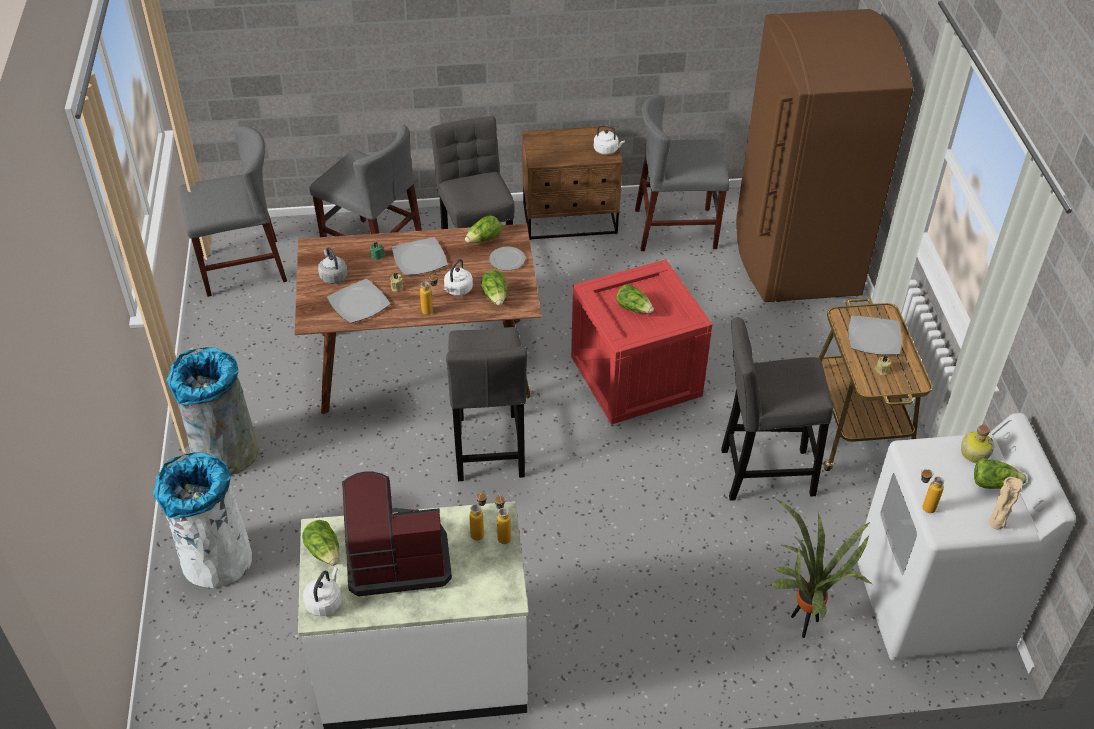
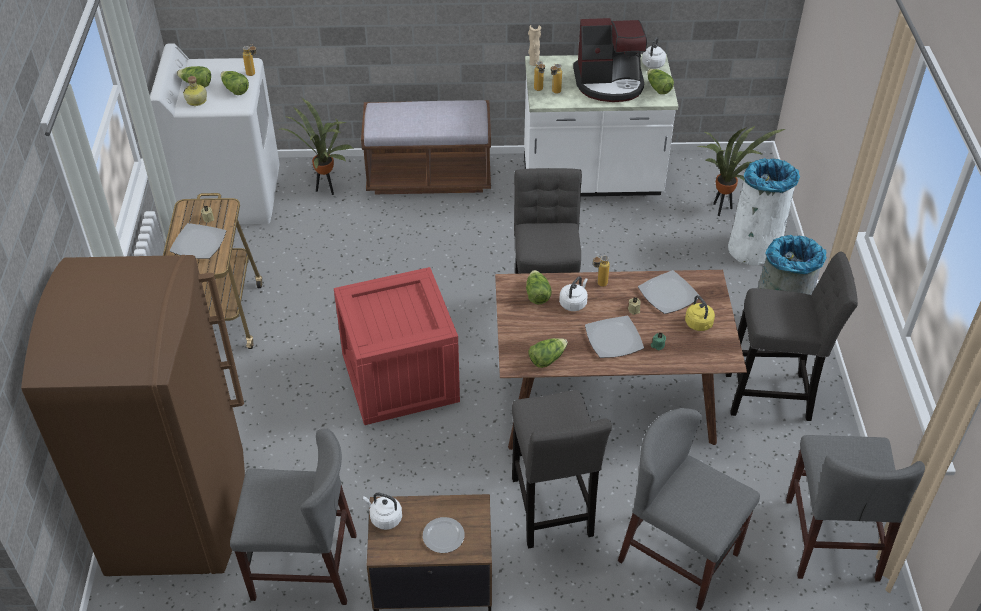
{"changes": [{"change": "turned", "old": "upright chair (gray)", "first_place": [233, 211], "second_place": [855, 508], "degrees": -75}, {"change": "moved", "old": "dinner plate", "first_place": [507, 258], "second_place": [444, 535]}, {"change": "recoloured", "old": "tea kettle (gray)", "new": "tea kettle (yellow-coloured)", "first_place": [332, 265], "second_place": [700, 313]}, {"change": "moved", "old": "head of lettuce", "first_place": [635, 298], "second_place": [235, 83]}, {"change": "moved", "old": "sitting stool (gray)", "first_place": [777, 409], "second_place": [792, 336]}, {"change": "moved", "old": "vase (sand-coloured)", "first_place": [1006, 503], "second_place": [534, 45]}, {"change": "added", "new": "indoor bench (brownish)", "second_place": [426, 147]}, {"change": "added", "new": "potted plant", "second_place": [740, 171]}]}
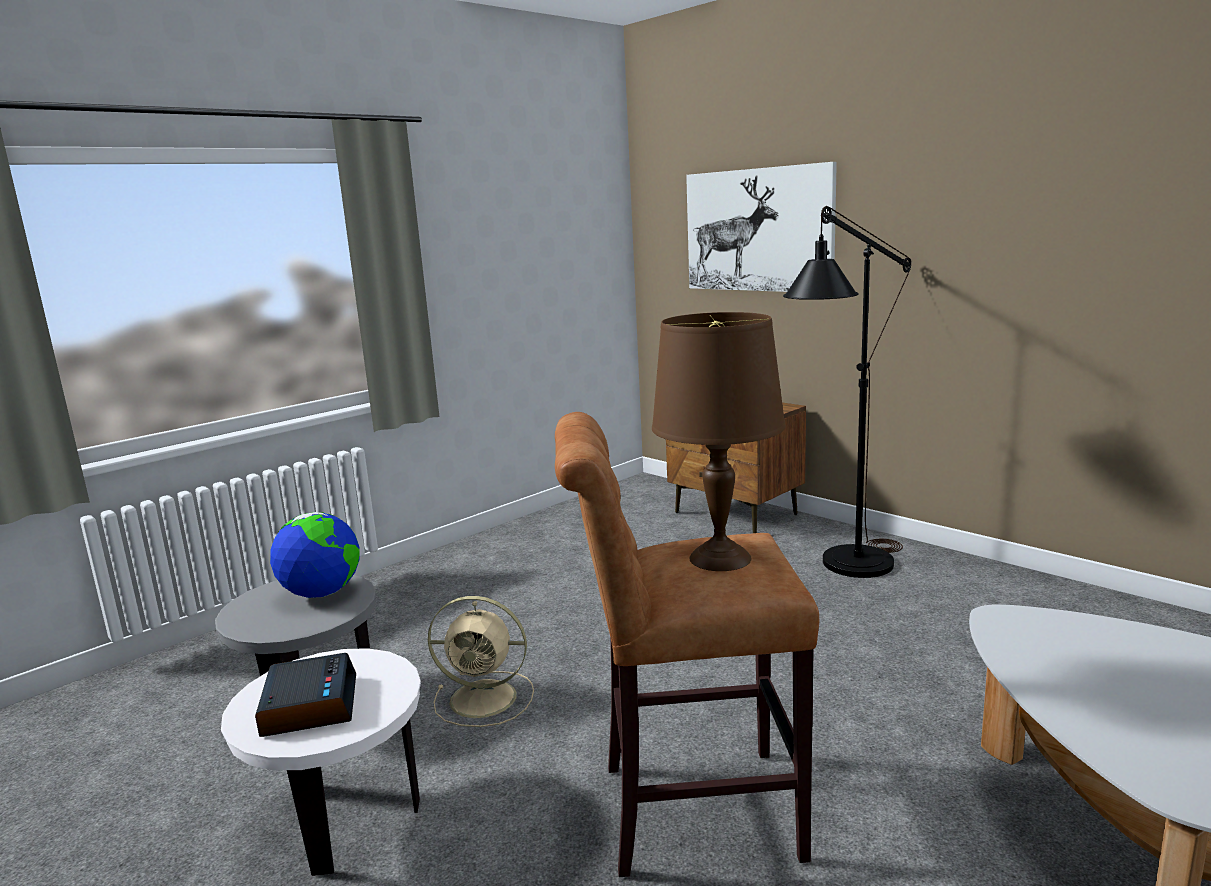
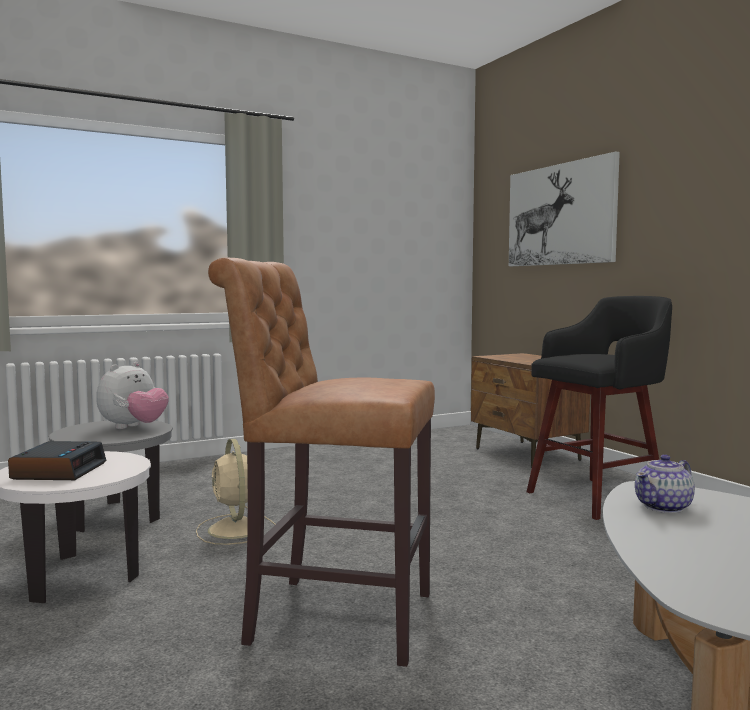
{"changes": [{"change": "replaced", "old": "floor lamp (blackish)", "new": "sitting stool (blackish)", "first_place": [847, 392], "second_place": [599, 408]}, {"change": "removed", "old": "lamp for a table (brownish)", "first_place": [719, 441]}, {"change": "replaced", "old": "desk globe", "new": "cuddly toy", "first_place": [315, 555], "second_place": [132, 395]}, {"change": "turned", "old": "fan (sand-coloured)", "first_place": [481, 661], "second_place": [236, 492], "degrees": 45}, {"change": "added", "new": "pot for tea", "second_place": [665, 483]}]}
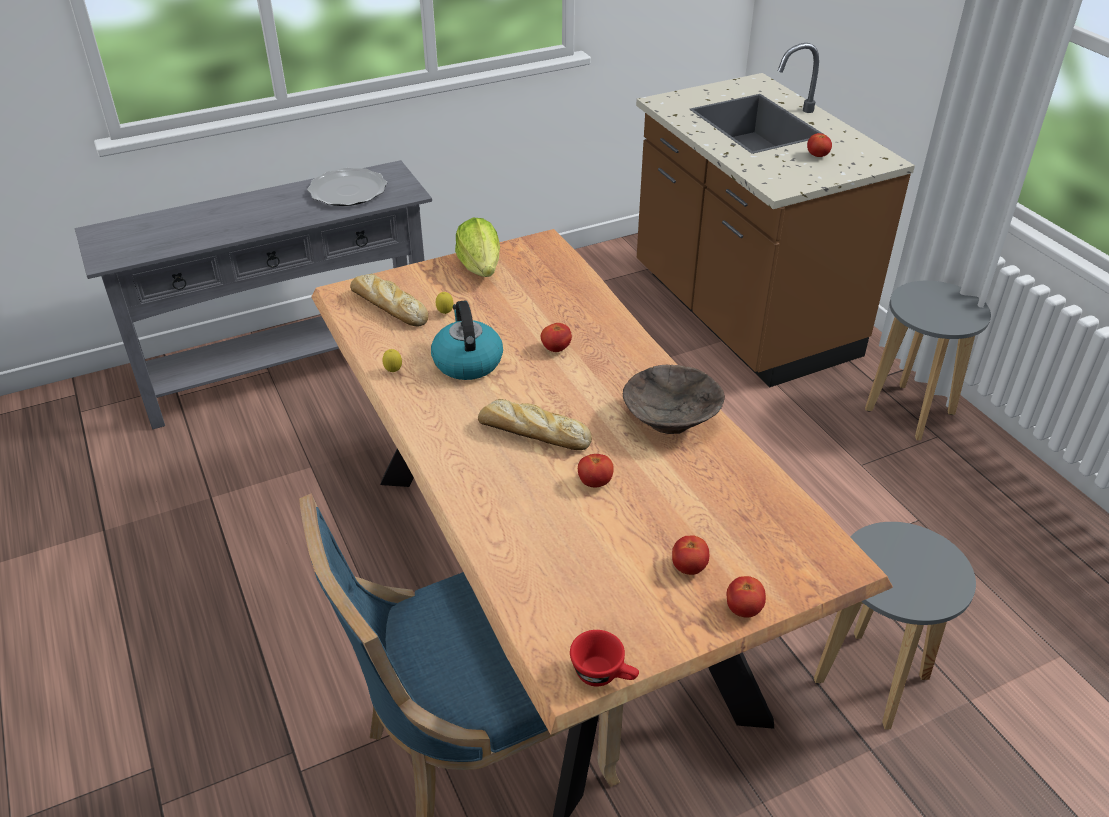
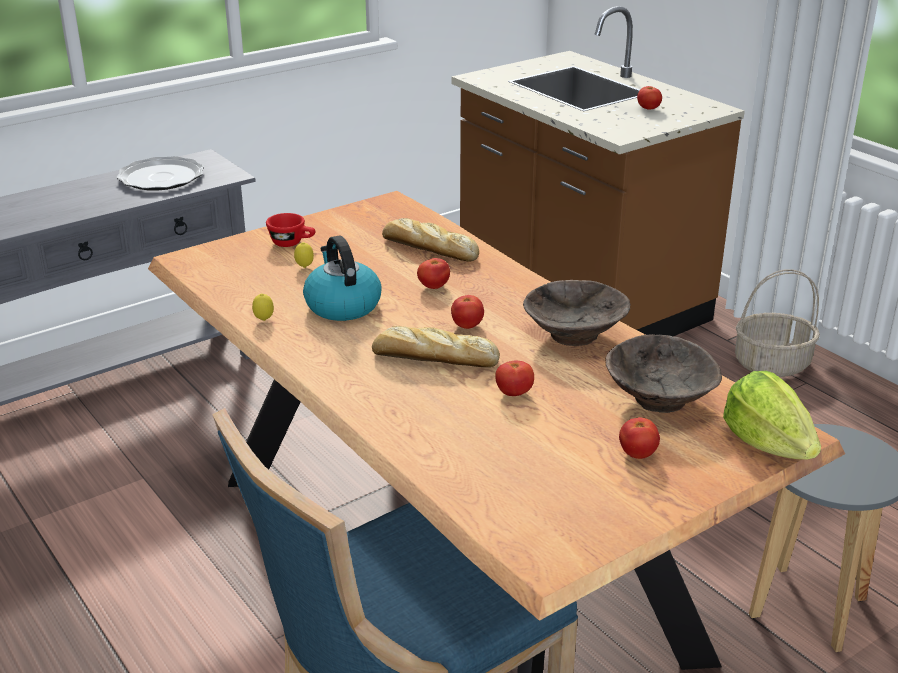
{"changes": [{"change": "moved", "old": "head of lettuce", "first_place": [477, 247], "second_place": [772, 415]}, {"change": "moved", "old": "baked bread", "first_place": [389, 300], "second_place": [430, 240]}, {"change": "replaced", "old": "sitting stool (gray)", "new": "storage basket", "first_place": [928, 360], "second_place": [777, 323]}, {"change": "moved", "old": "whole tomato", "first_place": [746, 596], "second_place": [467, 312]}, {"change": "moved", "old": "drinking cup (red-coloured)", "first_place": [604, 658], "second_place": [291, 230]}, {"change": "added", "new": "deep dish (brownish)", "second_place": [663, 373]}]}
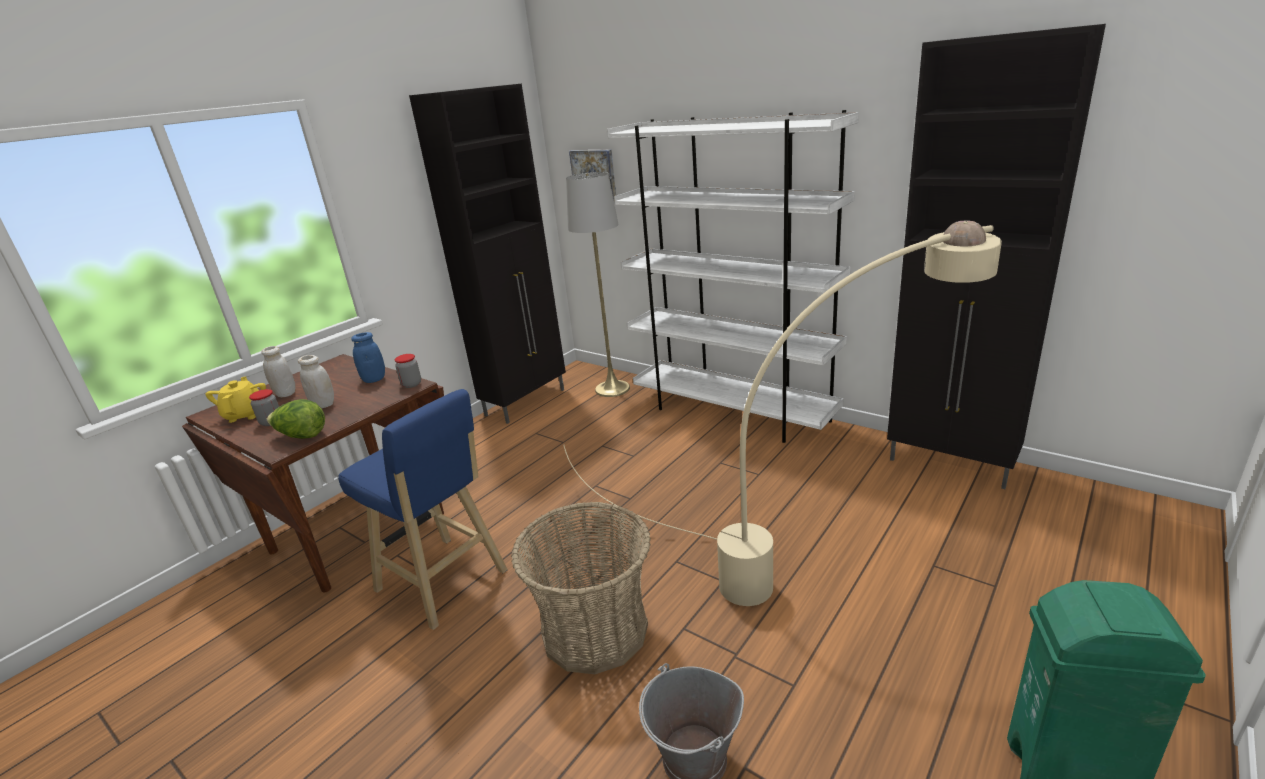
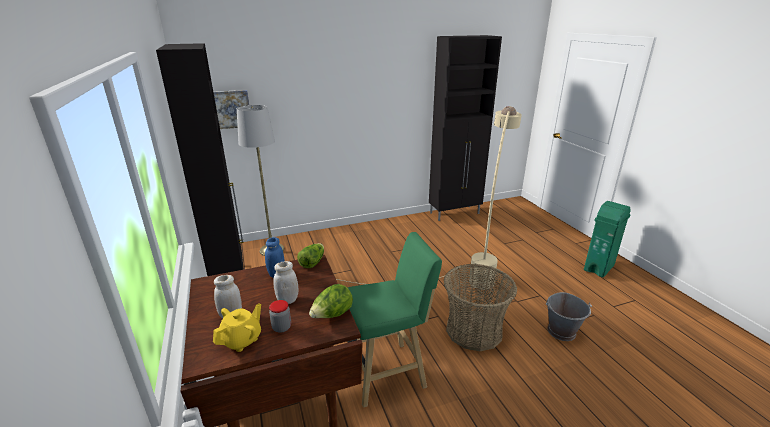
{"changes": [{"change": "removed", "old": "shelving unit (white-coloured)", "first_place": [733, 276]}, {"change": "replaced", "old": "storage jar", "new": "head of lettuce", "first_place": [408, 371], "second_place": [310, 255]}, {"change": "turned", "old": "pot for tea (yellow-coloured)", "first_place": [236, 399], "second_place": [237, 327], "degrees": 105}, {"change": "recoloured", "old": "sitting stool (blue-coloured)", "new": "sitting stool (green)", "first_place": [423, 509], "second_place": [394, 320]}]}
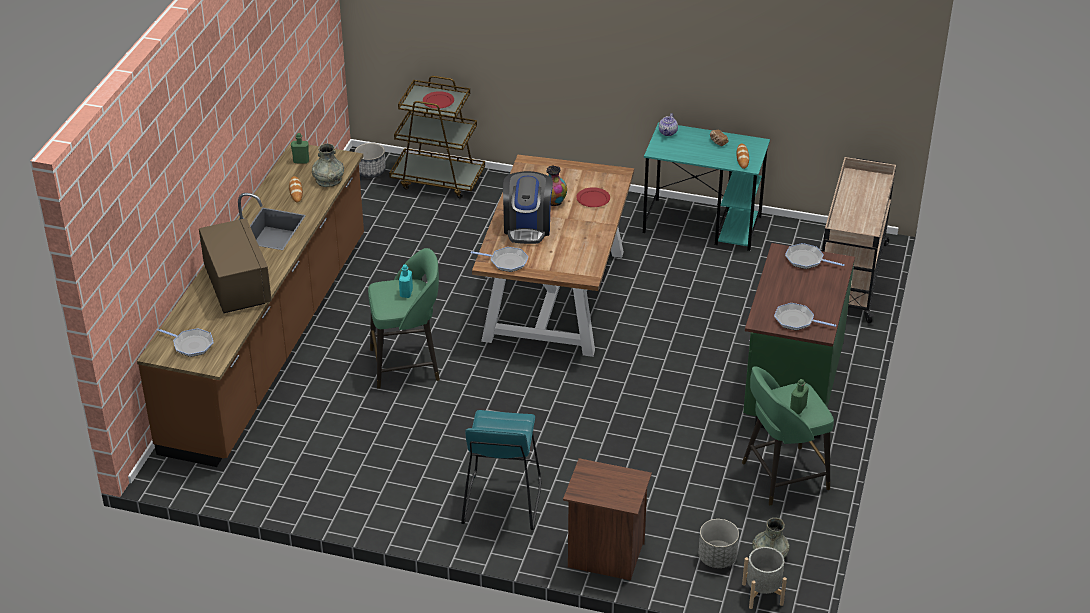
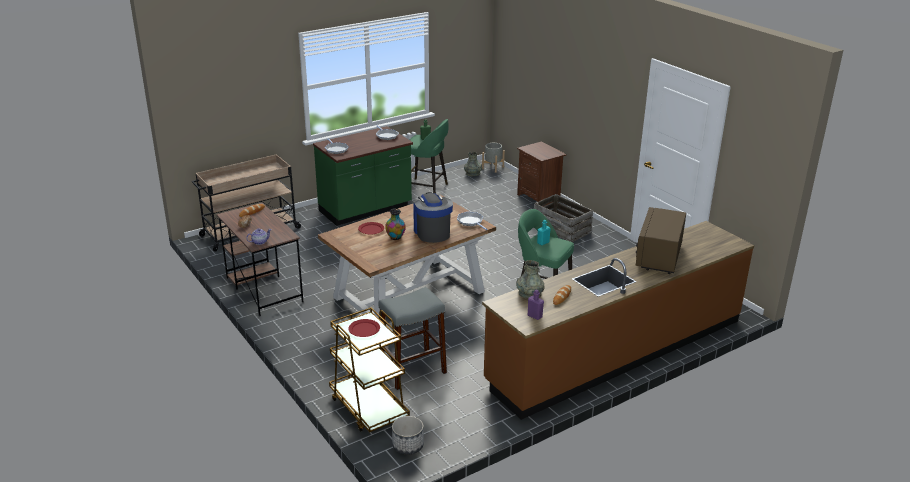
{"changes": [{"change": "recoloured", "old": "desk (turquoise)", "new": "desk (brownish)", "first_place": [706, 186], "second_place": [260, 259]}, {"change": "recoloured", "old": "beverage bottle (green)", "new": "beverage bottle (purplish)", "first_place": [300, 148], "second_place": [536, 305]}, {"change": "turned", "old": "coffee brewer", "first_place": [528, 207], "second_place": [433, 217], "degrees": -60}, {"change": "removed", "old": "frying pan", "first_place": [185, 342]}, {"change": "replaced", "old": "sitting stool (turquoise)", "new": "shipping crate", "first_place": [501, 470], "second_place": [563, 218]}, {"change": "removed", "old": "plant pot (gray)", "first_place": [719, 543]}, {"change": "added", "new": "sitting stool (gray)", "second_place": [413, 338]}]}
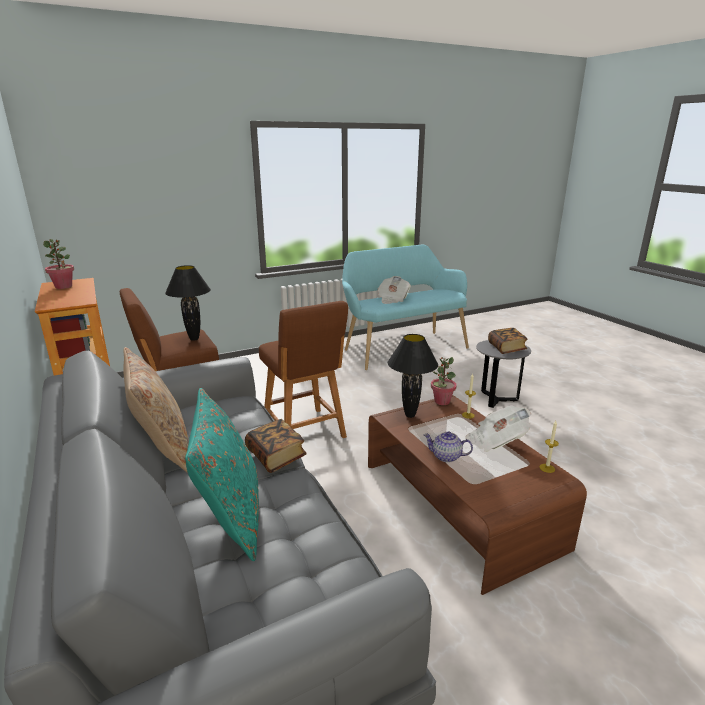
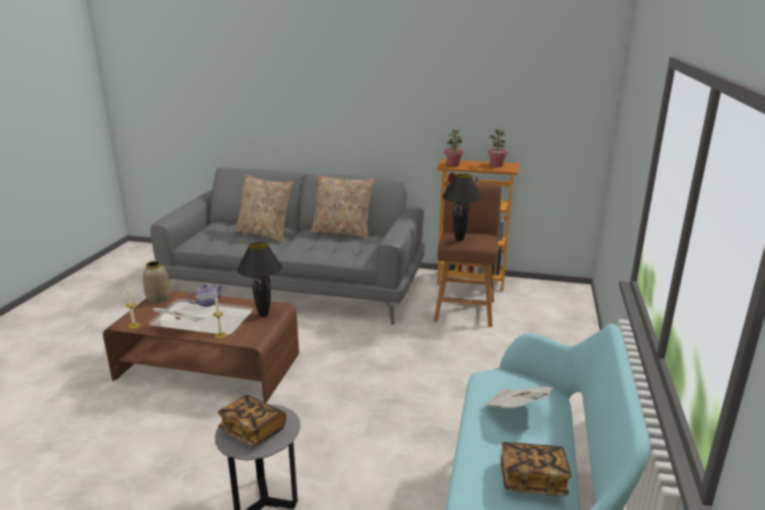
{"changes": [{"change": "removed", "old": "sitting stool (brownish)", "first_place": [303, 369]}, {"change": "moved", "old": "potted plant", "first_place": [444, 381], "second_place": [454, 148]}, {"change": "recoloured", "old": "throw pillow (turquoise)", "new": "throw pillow (sand-coloured)", "first_place": [222, 474], "second_place": [263, 208]}, {"change": "moved", "old": "volume", "first_place": [276, 446], "second_place": [536, 469]}, {"change": "added", "new": "vase", "second_place": [157, 282]}]}
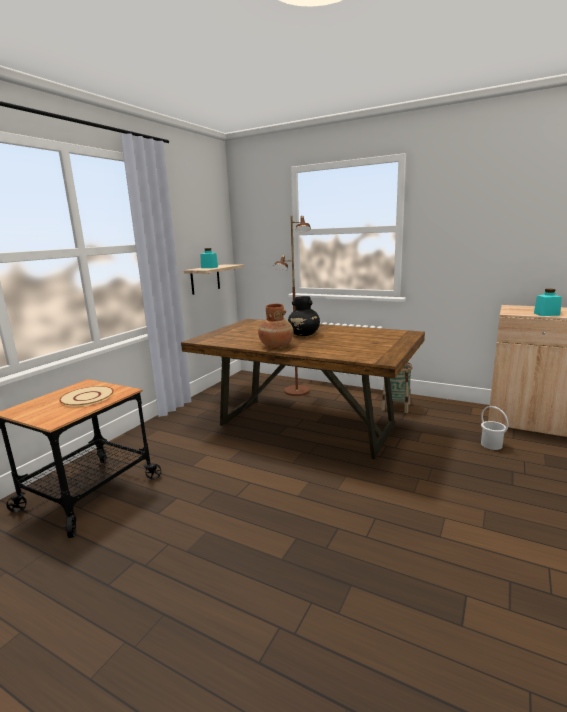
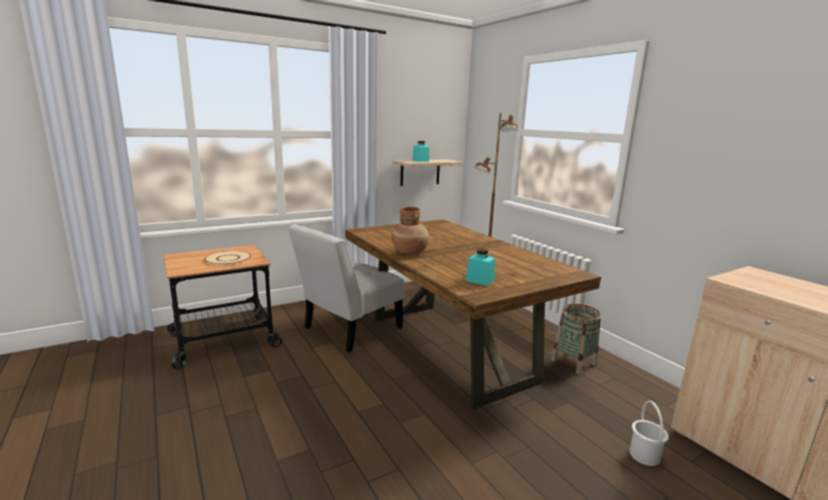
{"changes": [{"change": "moved", "old": "storage jar (turquoise)", "first_place": [548, 302], "second_place": [480, 267]}, {"change": "removed", "old": "vase (blackish)", "first_place": [304, 316]}, {"change": "added", "new": "upright chair (white-coloured)", "second_place": [346, 288]}]}
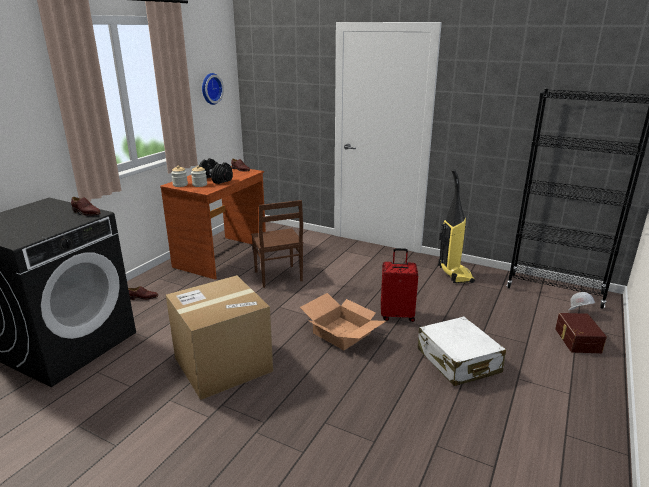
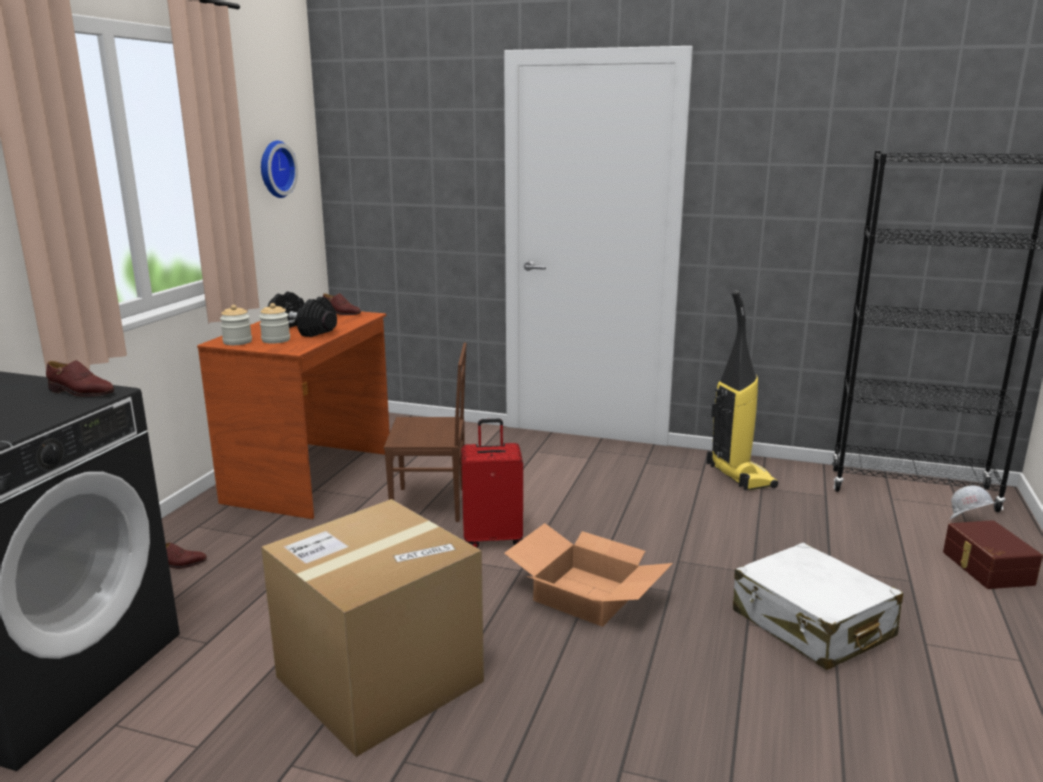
{"changes": [{"change": "turned", "old": "upright chair (brownish)", "first_place": [277, 244], "second_place": [425, 432], "degrees": -60}, {"change": "moved", "old": "travel case (red-coloured)", "first_place": [399, 285], "second_place": [492, 483]}]}
